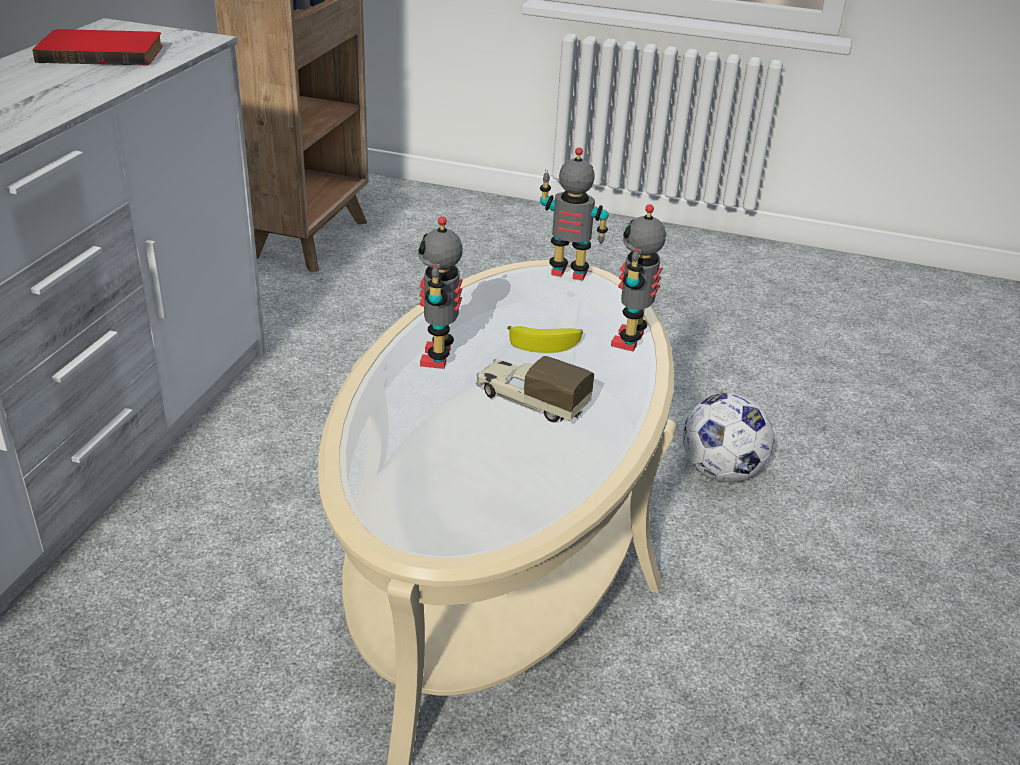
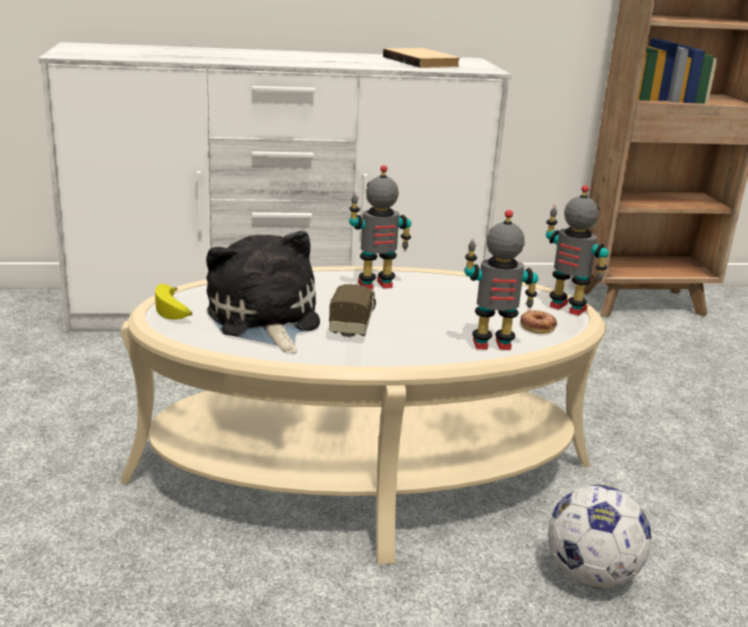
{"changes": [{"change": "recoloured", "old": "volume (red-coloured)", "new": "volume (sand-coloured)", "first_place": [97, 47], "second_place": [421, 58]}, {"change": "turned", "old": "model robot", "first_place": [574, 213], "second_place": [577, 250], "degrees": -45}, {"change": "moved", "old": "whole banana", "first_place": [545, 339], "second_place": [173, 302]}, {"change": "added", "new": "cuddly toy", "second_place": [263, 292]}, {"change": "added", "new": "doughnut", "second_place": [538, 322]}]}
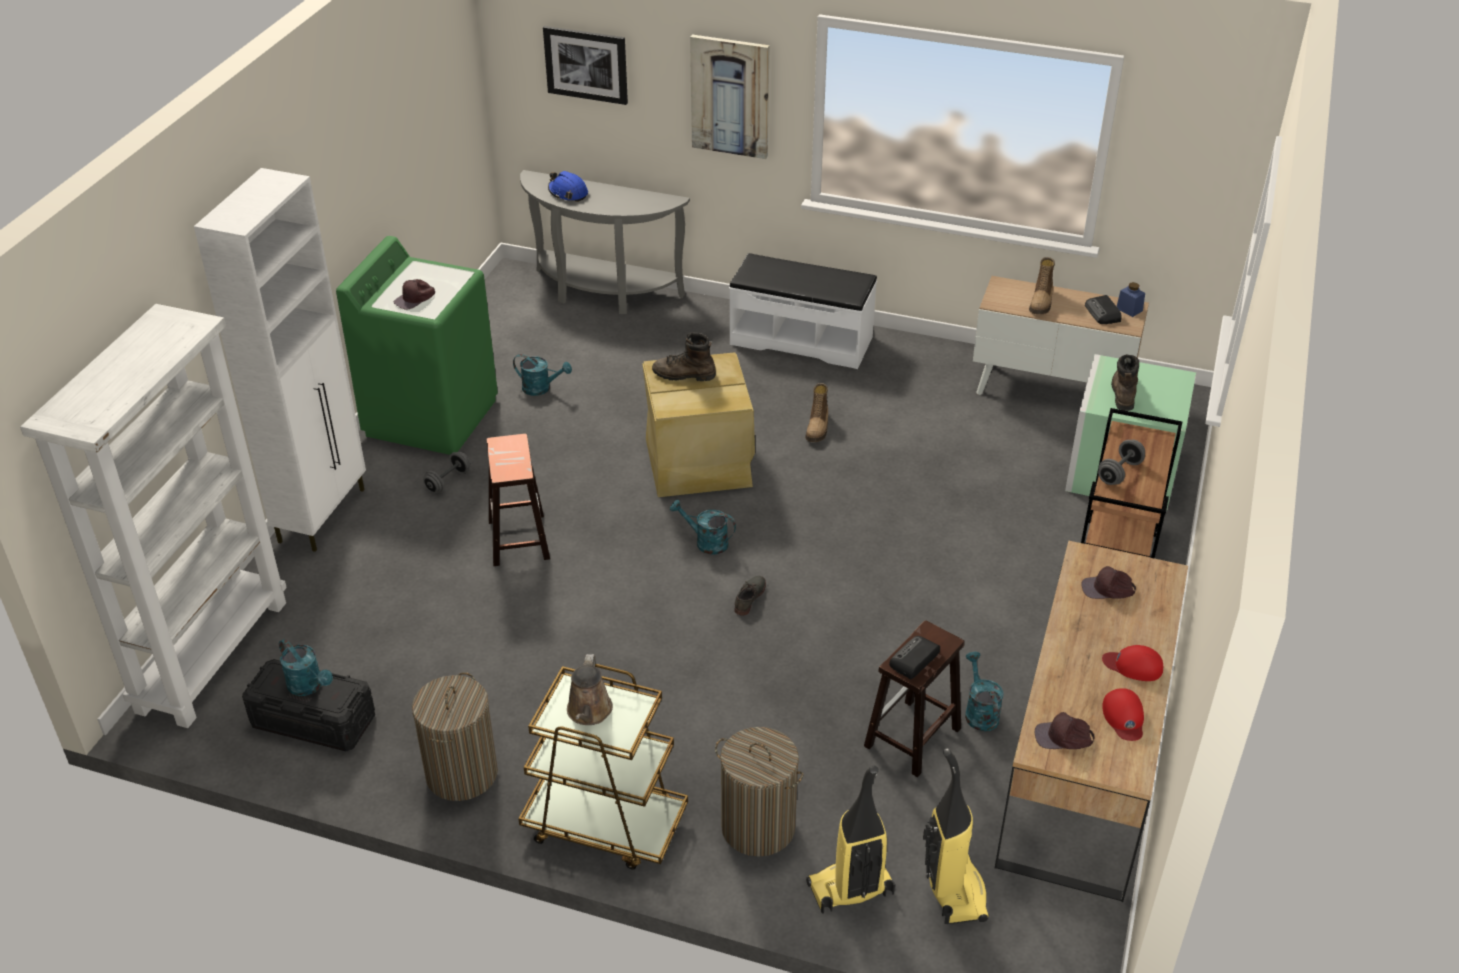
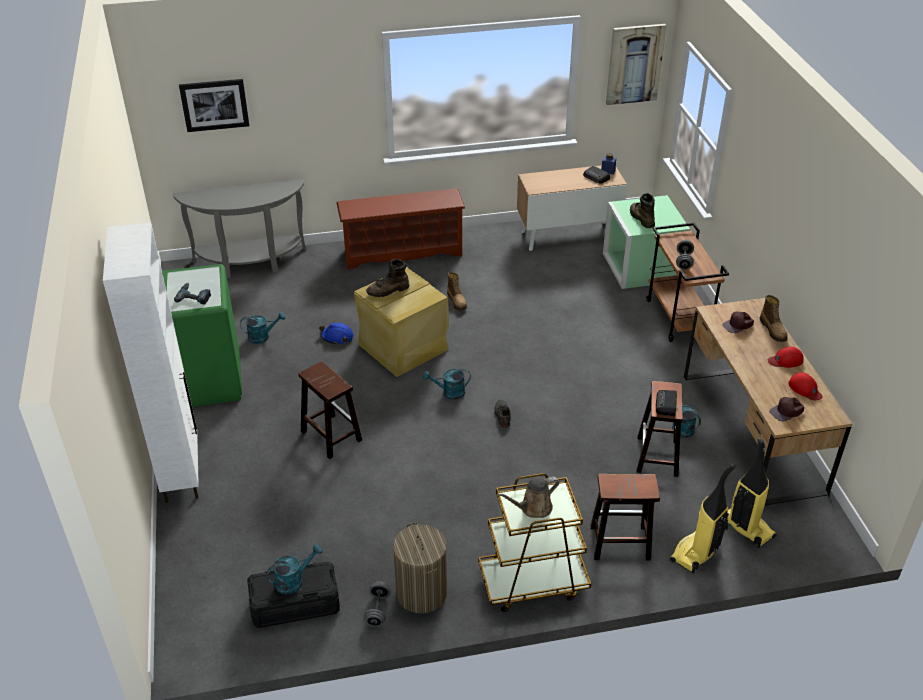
{"changes": [{"change": "moved", "old": "wall picture", "first_place": [730, 97], "second_place": [636, 64]}, {"change": "moved", "old": "safety helmet (blue-coloured)", "first_place": [568, 186], "second_place": [336, 334]}, {"change": "replaced", "old": "indoor bench (white-coloured)", "new": "shoe stand (brownish)", "first_place": [803, 311], "second_place": [400, 228]}, {"change": "moved", "old": "tall boot", "first_place": [1042, 286], "second_place": [774, 318]}, {"change": "replaced", "old": "peaked cap (brownish)", "new": "electric drill", "first_place": [414, 294], "second_place": [192, 294]}, {"change": "removed", "old": "shelving unit (white-coloured)", "first_place": [153, 516]}, {"change": "moved", "old": "dumbbell (gray)", "first_place": [447, 472], "second_place": [377, 604]}, {"change": "turned", "old": "watering pot (turquoise)", "first_place": [306, 667], "second_place": [294, 569], "degrees": -45}, {"change": "turned", "old": "watering pot (brownish)", "first_place": [590, 689], "second_place": [529, 497], "degrees": 90}, {"change": "replaced", "old": "laundry basket", "new": "sitting stool (brownish)", "first_place": [759, 792], "second_place": [625, 517]}]}
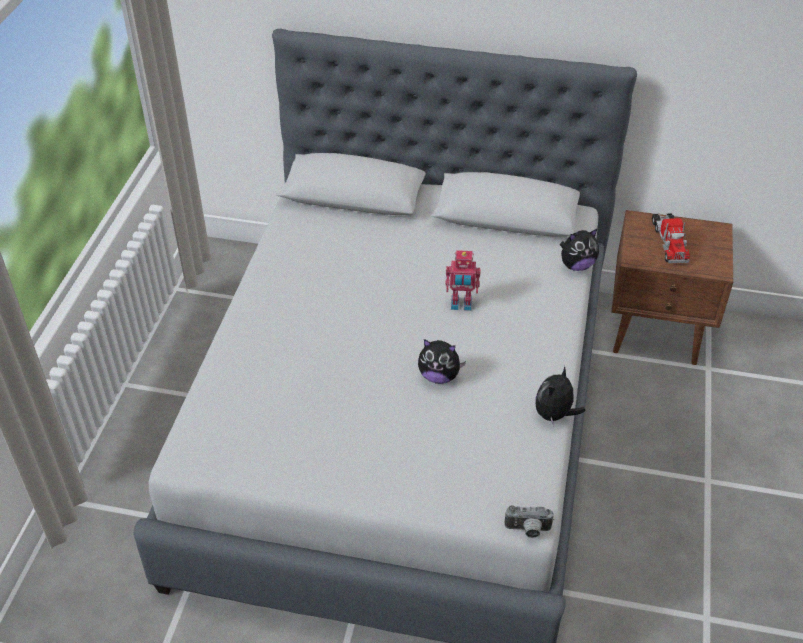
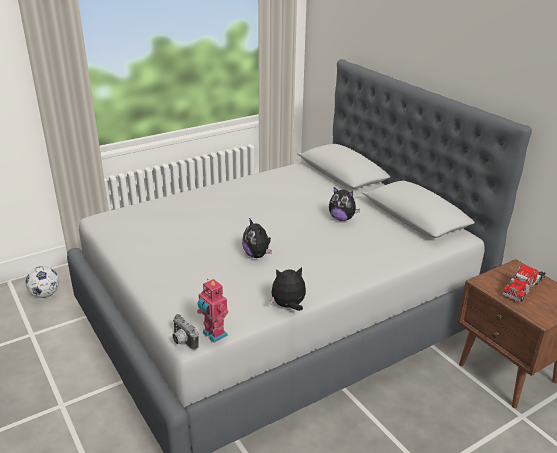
{"changes": [{"change": "moved", "old": "cuddly toy", "first_place": [579, 249], "second_place": [344, 204]}, {"change": "moved", "old": "model robot", "first_place": [463, 280], "second_place": [212, 311]}, {"change": "added", "new": "ball for football", "second_place": [42, 282]}]}
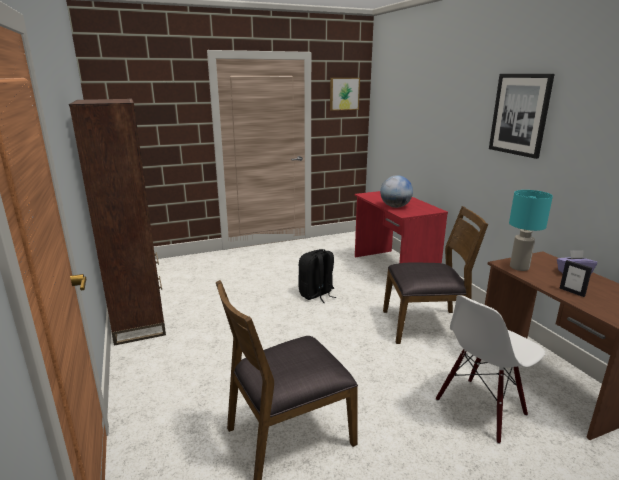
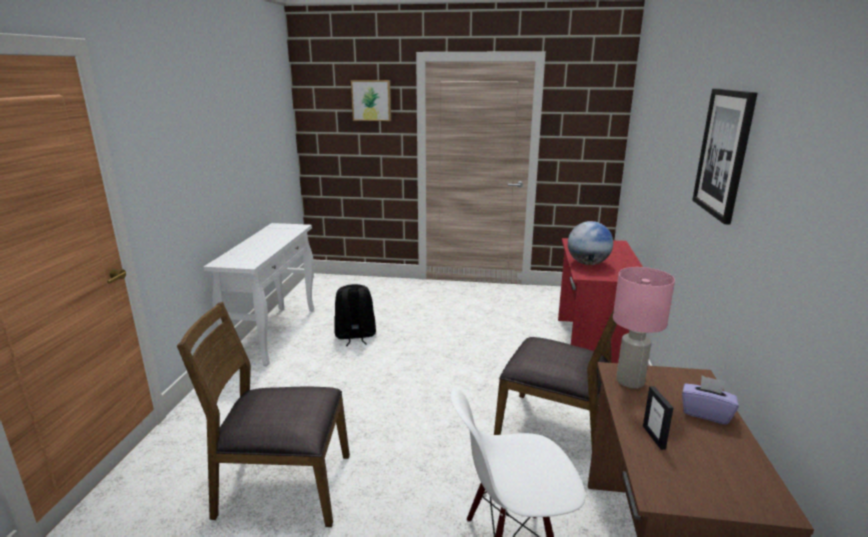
{"changes": [{"change": "moved", "old": "wall picture", "first_place": [345, 94], "second_place": [371, 100]}, {"change": "replaced", "old": "shelving unit (brownish)", "new": "hall table (white-coloured)", "first_place": [117, 222], "second_place": [259, 294]}, {"change": "recoloured", "old": "lamp for a table (turquoise)", "new": "lamp for a table (pinkish)", "first_place": [531, 230], "second_place": [644, 327]}, {"change": "moved", "old": "backpack (blackish)", "first_place": [318, 276], "second_place": [355, 315]}]}
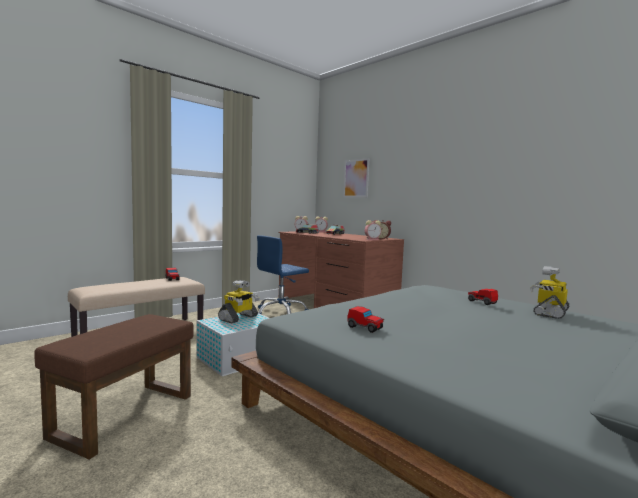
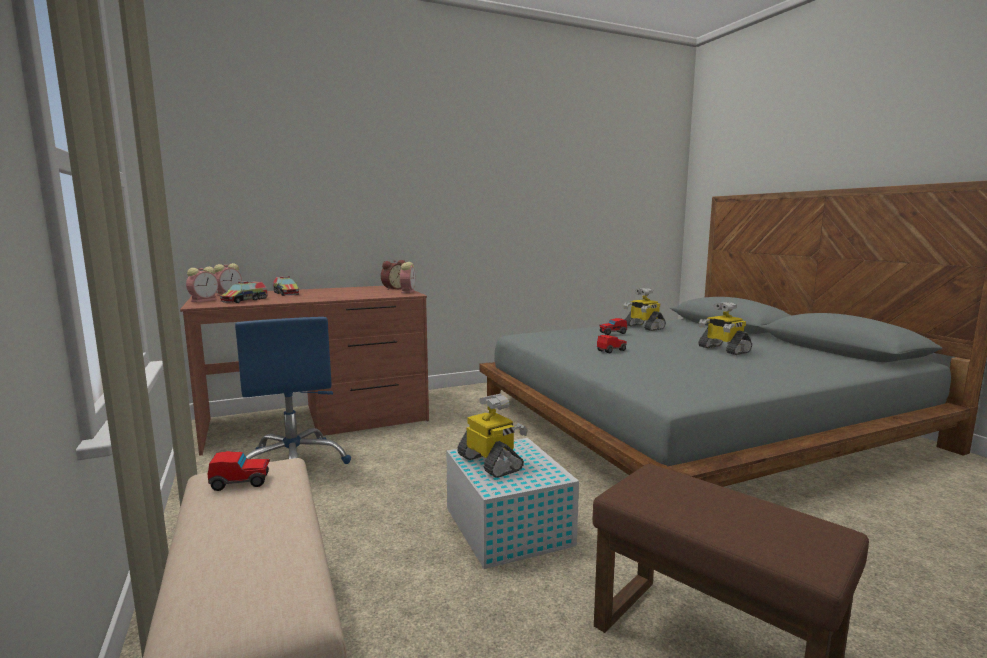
{"changes": [{"change": "removed", "old": "wall picture", "first_place": [356, 177]}, {"change": "moved", "old": "miniature car", "first_place": [365, 319], "second_place": [612, 344]}, {"change": "added", "new": "model robot", "second_place": [725, 328]}]}
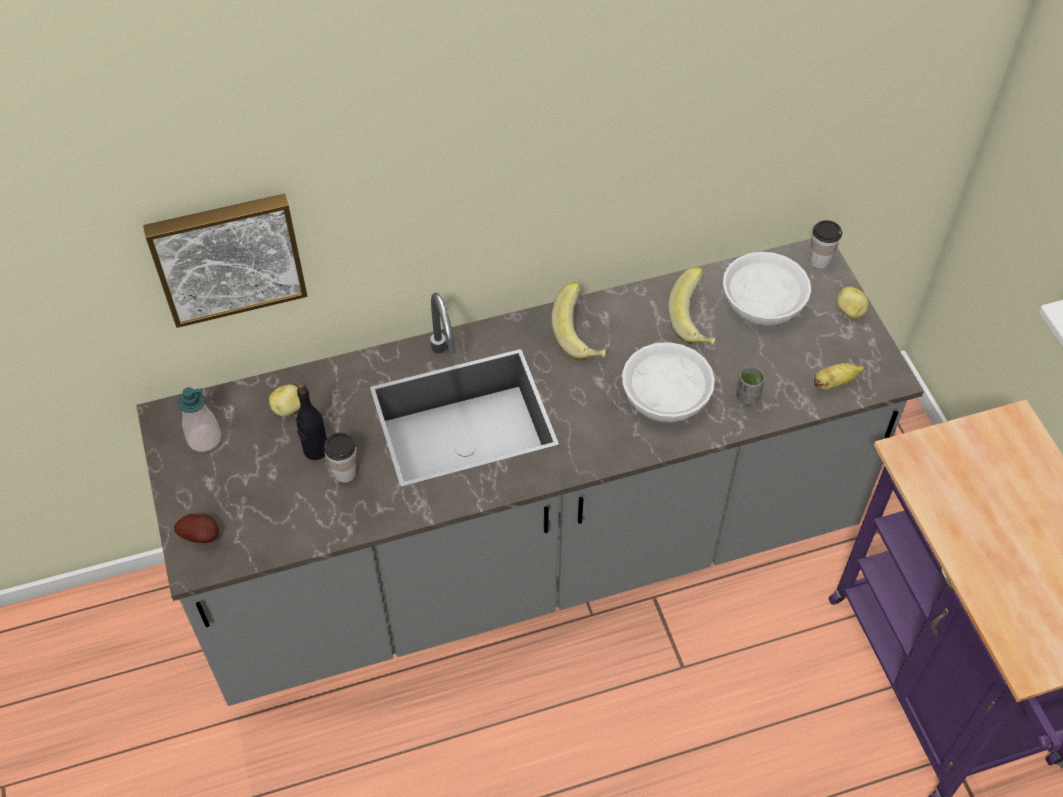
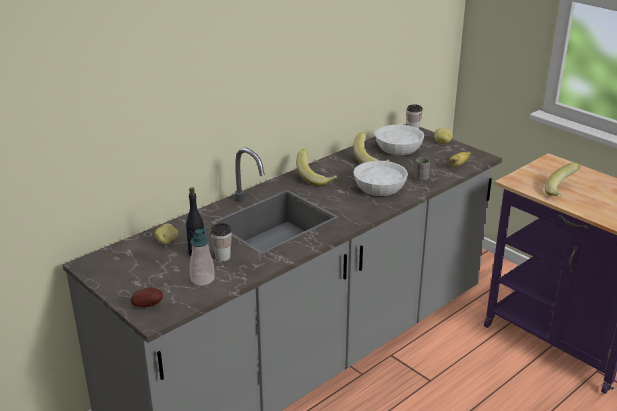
{"changes": [{"change": "removed", "old": "wall picture", "first_place": [225, 260]}, {"change": "moved", "old": "soap bottle", "first_place": [199, 419], "second_place": [202, 257]}, {"change": "added", "new": "whole banana", "second_place": [563, 180]}]}
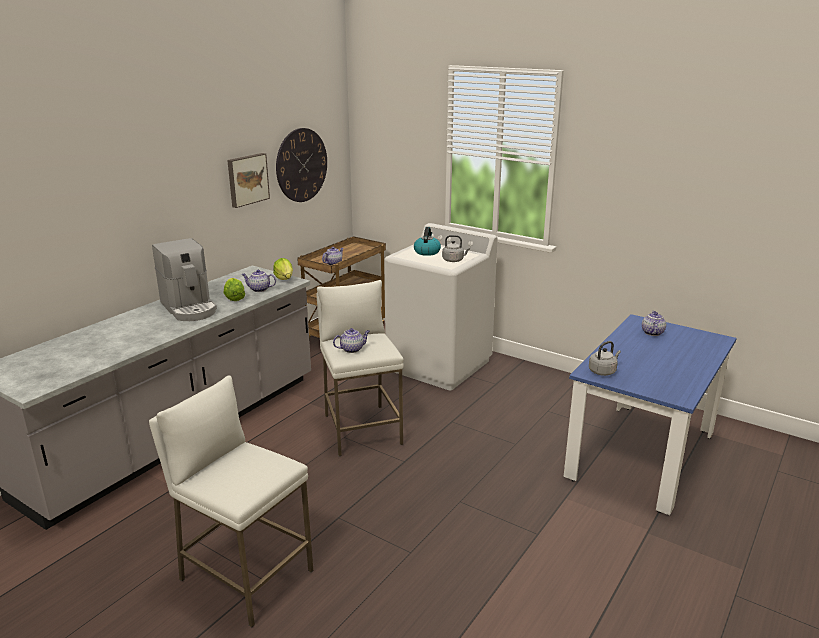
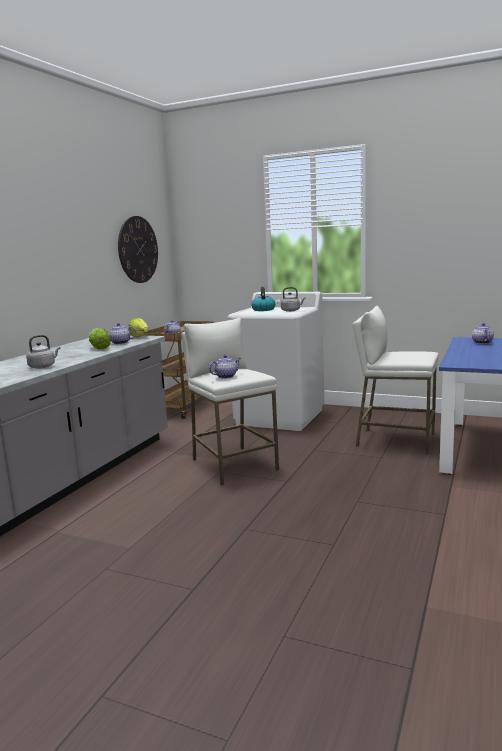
{"changes": [{"change": "removed", "old": "wall picture", "first_place": [248, 180]}, {"change": "removed", "old": "coffee brewer", "first_place": [184, 279]}, {"change": "moved", "old": "tea kettle (gray)", "first_place": [605, 358], "second_place": [43, 352]}, {"change": "moved", "old": "sitting stool (white-coloured)", "first_place": [231, 501], "second_place": [396, 380]}]}
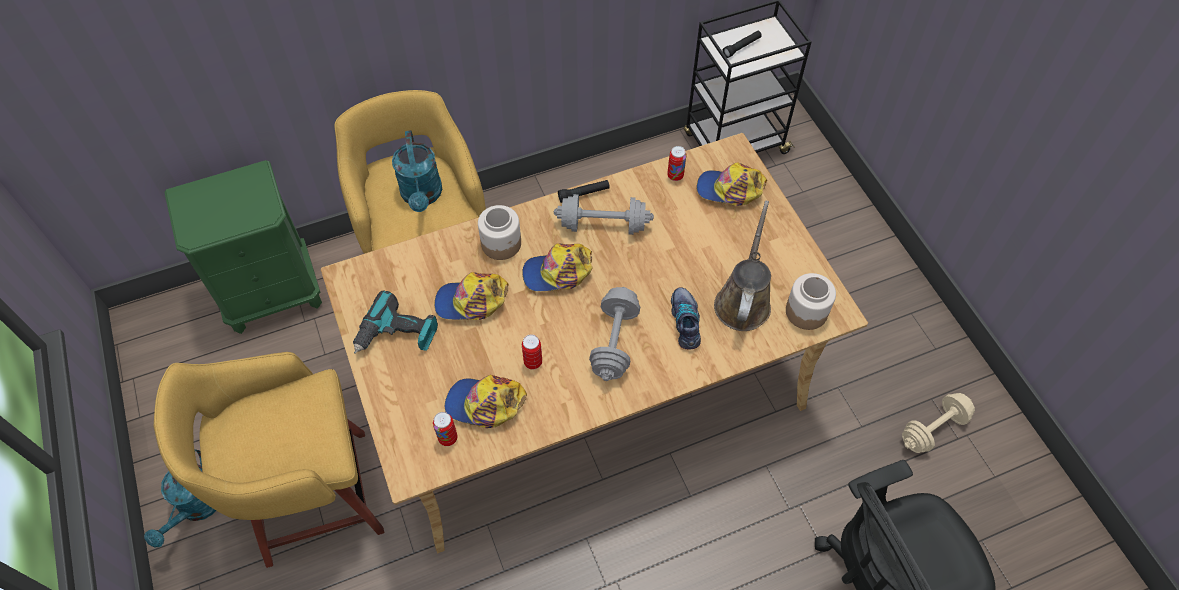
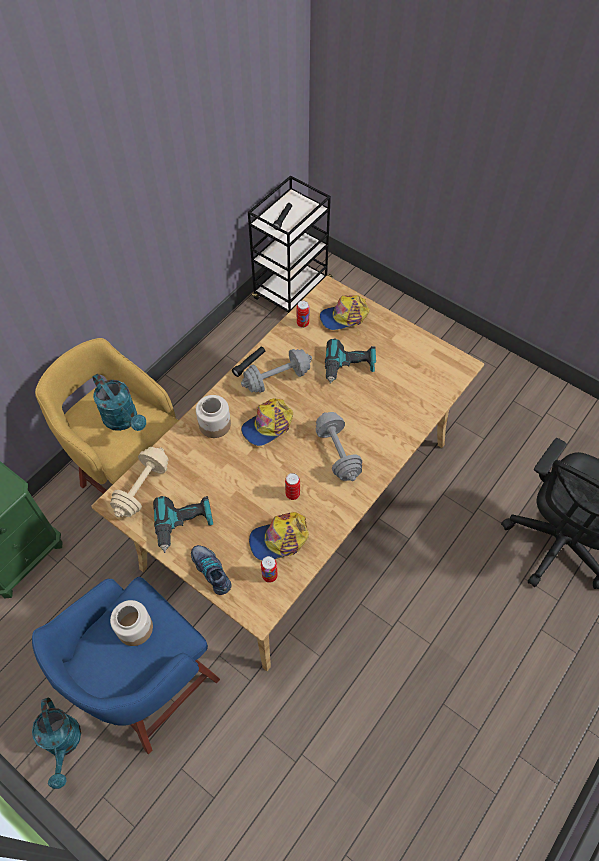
{"changes": [{"change": "removed", "old": "watering pot (brownish)", "first_place": [742, 266]}, {"change": "removed", "old": "peaked cap", "first_place": [471, 296]}, {"change": "moved", "old": "storage jar", "first_place": [811, 301], "second_place": [131, 623]}, {"change": "moved", "old": "low shoe", "first_place": [686, 318], "second_place": [211, 570]}, {"change": "recoloured", "old": "sitting stool (yellow-coloured)", "new": "sitting stool (blue-coloured)", "first_place": [269, 460], "second_place": [126, 665]}, {"change": "moved", "old": "dumbbell (sand-coloured)", "first_place": [938, 423], "second_place": [139, 482]}, {"change": "added", "new": "electric drill", "second_place": [350, 361]}]}
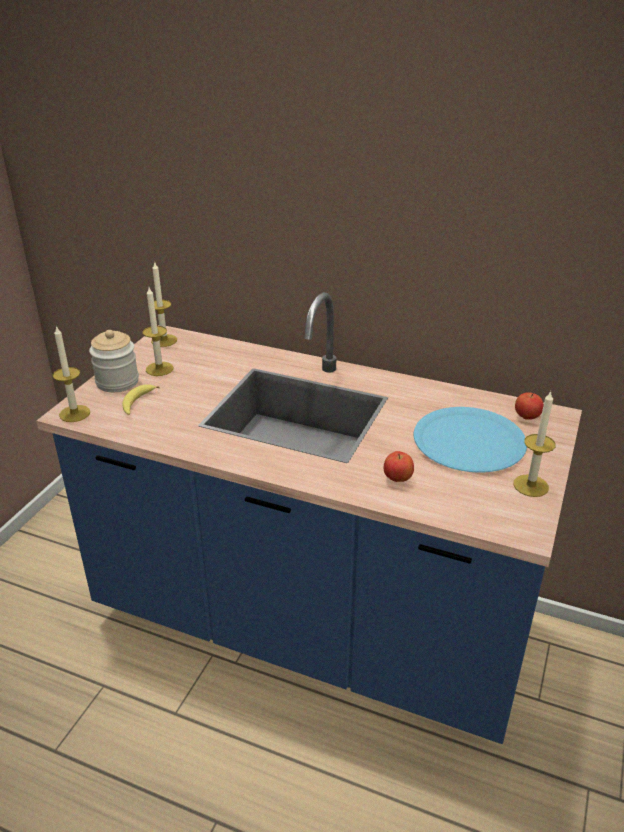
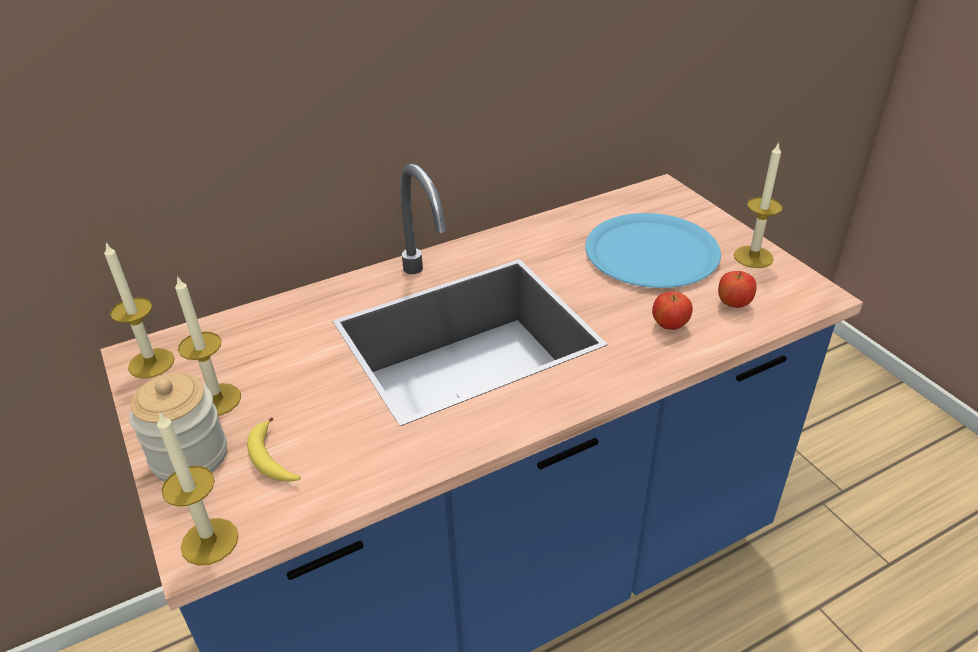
{"changes": [{"change": "moved", "old": "whole apple", "first_place": [529, 406], "second_place": [737, 289]}]}
